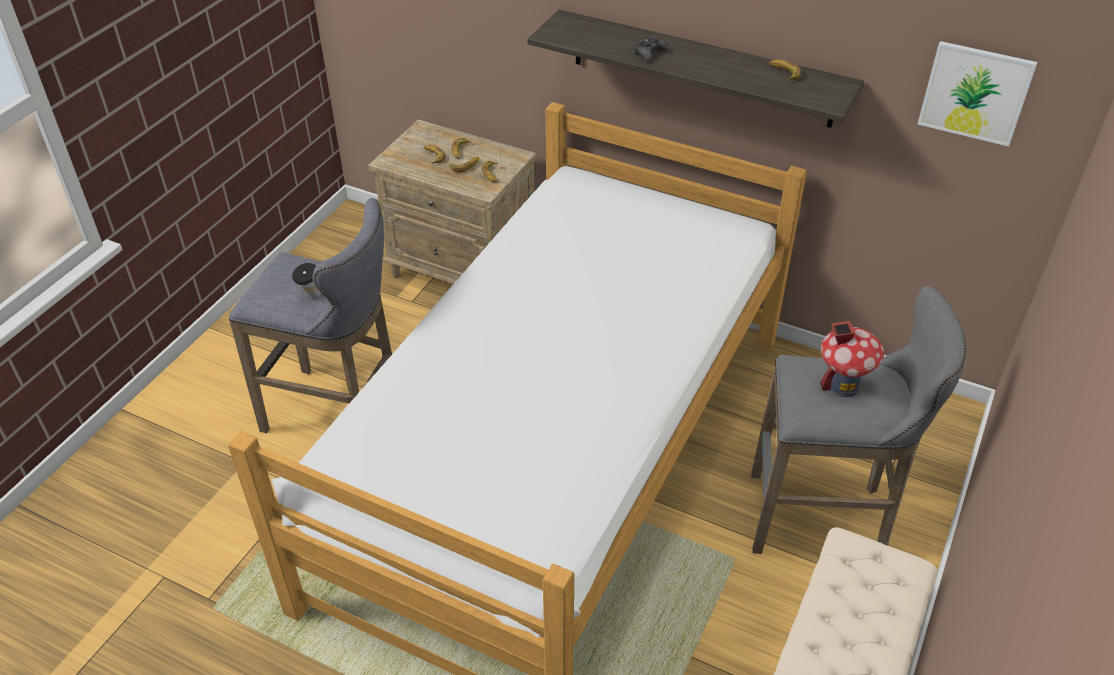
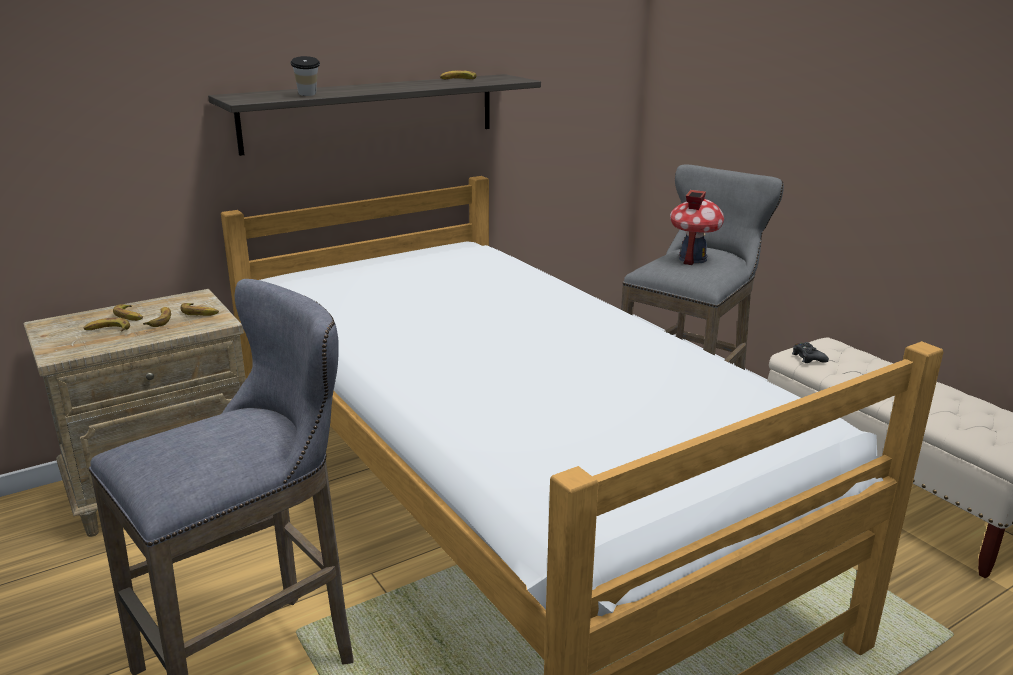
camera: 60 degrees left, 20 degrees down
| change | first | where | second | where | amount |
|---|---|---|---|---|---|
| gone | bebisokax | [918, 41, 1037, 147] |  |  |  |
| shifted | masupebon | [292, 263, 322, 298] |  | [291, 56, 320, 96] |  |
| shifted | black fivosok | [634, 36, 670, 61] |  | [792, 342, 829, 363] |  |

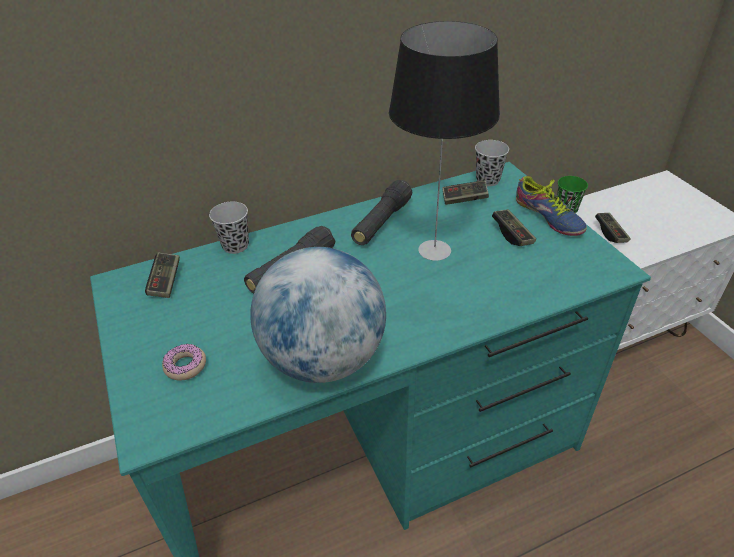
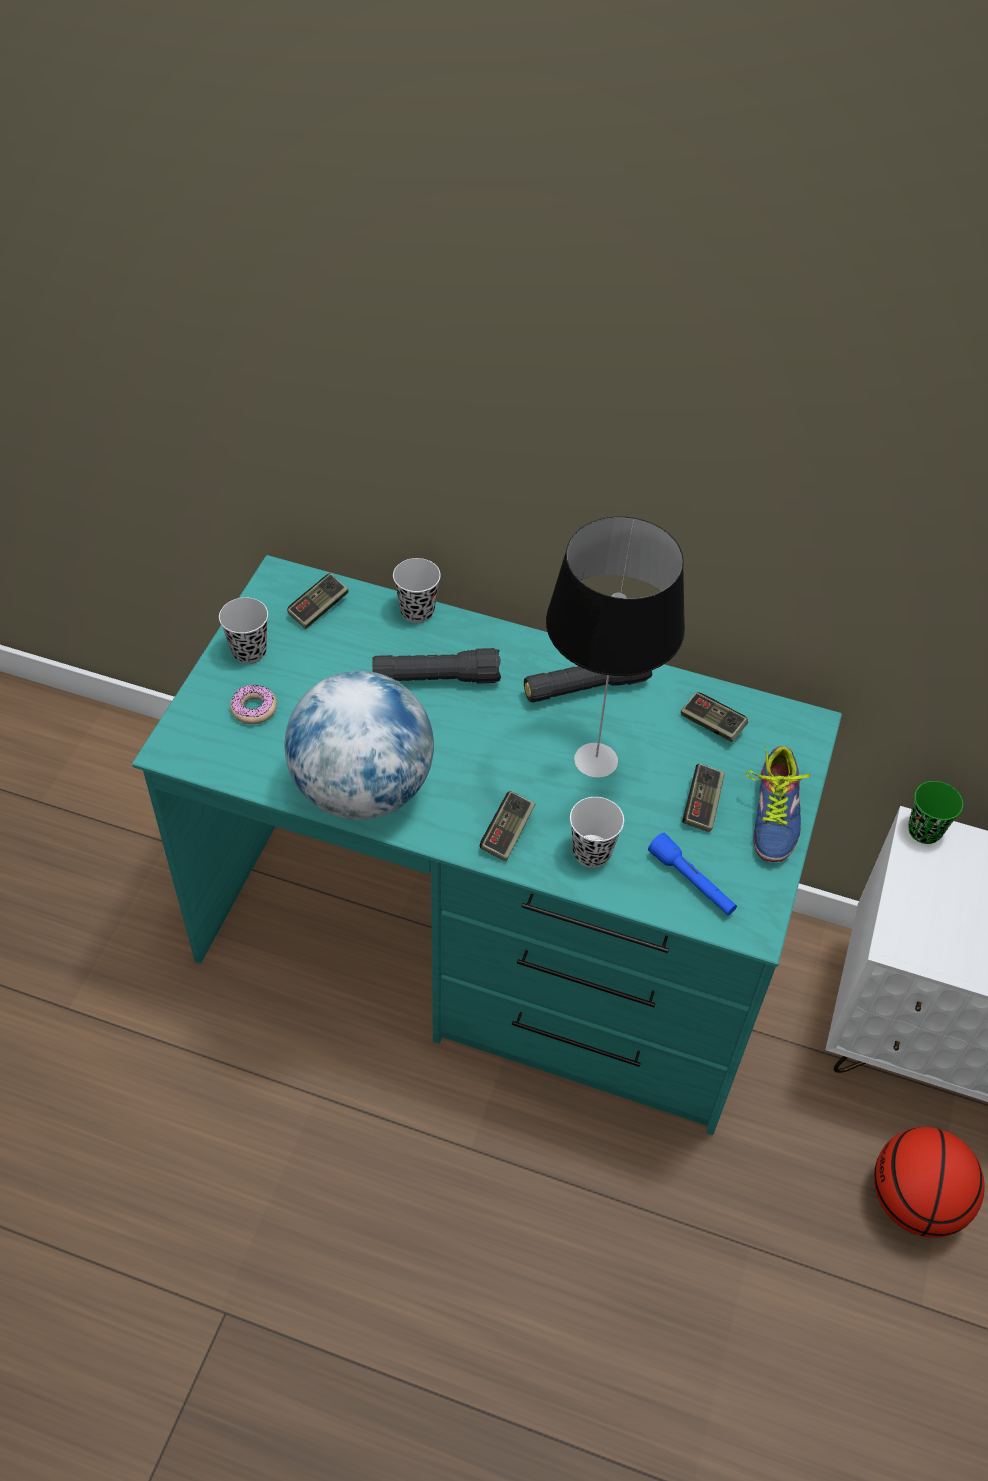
camera: 40 degrees right, 10 degrees up
| change | first | where | second | where | amount |
|---|---|---|---|---|---|
| new |  |  | white masupebon | [570, 797, 624, 868] |  |
| new |  |  | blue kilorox | [648, 833, 737, 915] |  |
| new |  |  | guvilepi | [874, 1127, 985, 1238] |  |
| shifted | black masupebon | [475, 140, 509, 186] |  | [219, 597, 268, 664] |  |
| shifted | fivosok | [595, 213, 630, 243] |  | [480, 791, 536, 861] |  |

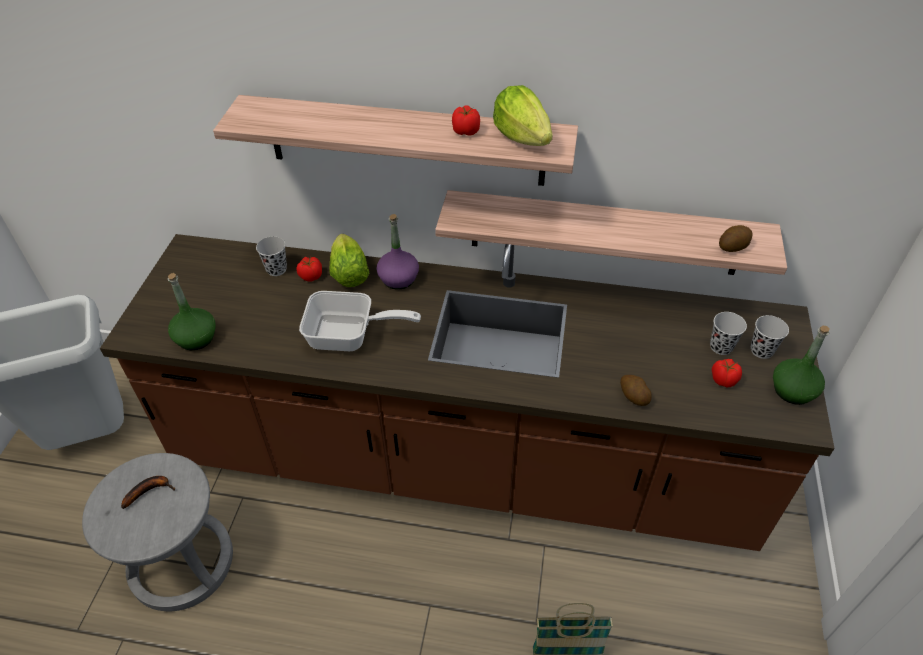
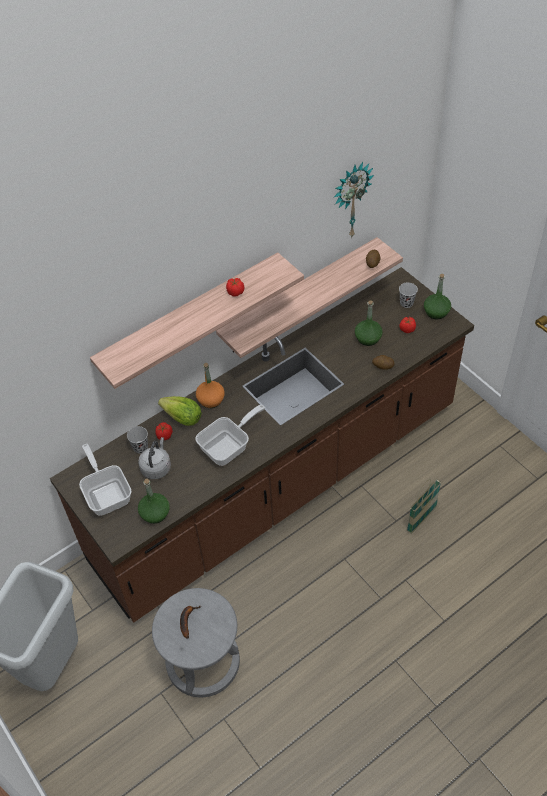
camera: 45 degrees left, 5 degrees up
| change | first | where | second | where | amount |
|---|---|---|---|---|---|
| gone | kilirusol | [493, 85, 553, 146] |  |  |  |
| gone | black masupebon | [710, 312, 747, 355] |  |  |  |
| new |  |  | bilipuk | [79, 444, 132, 516] |  |
| new |  |  | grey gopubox | [138, 437, 171, 479] |  |
| new |  |  | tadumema | [334, 162, 374, 237] |  |
| new |  |  | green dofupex | [355, 300, 383, 346] |  |
| repainted | purple dofupex | [377, 214, 419, 290] | orange dofupex | [196, 363, 225, 408] |  |

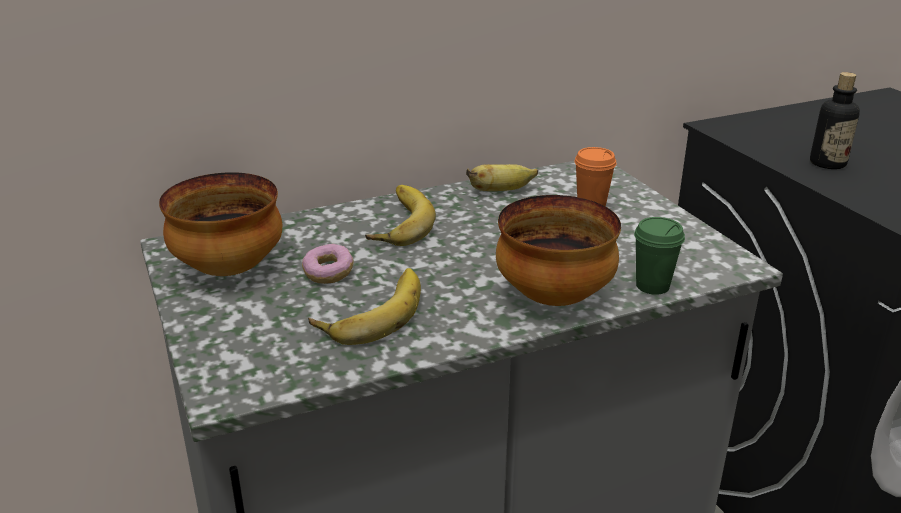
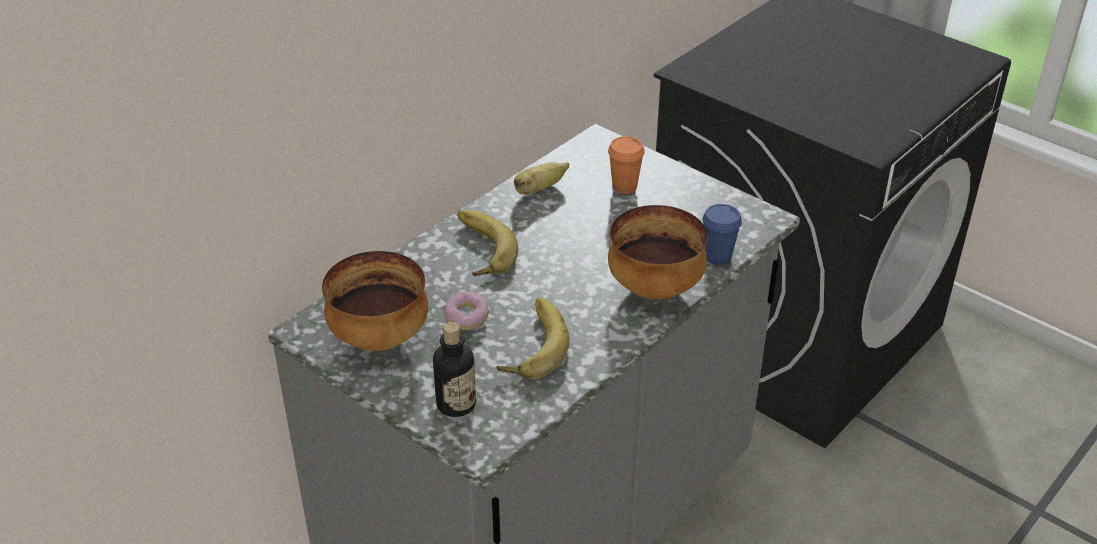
camera: 25 degrees left, 10 degrees up
| change | first | where | second | where | amount |
|---|---|---|---|---|---|
| shifted | dofupex | [810, 72, 860, 169] |  | [433, 322, 476, 417] |  |
| repainted | green masupebon | [634, 217, 685, 295] | blue masupebon | [702, 204, 742, 265] |  |

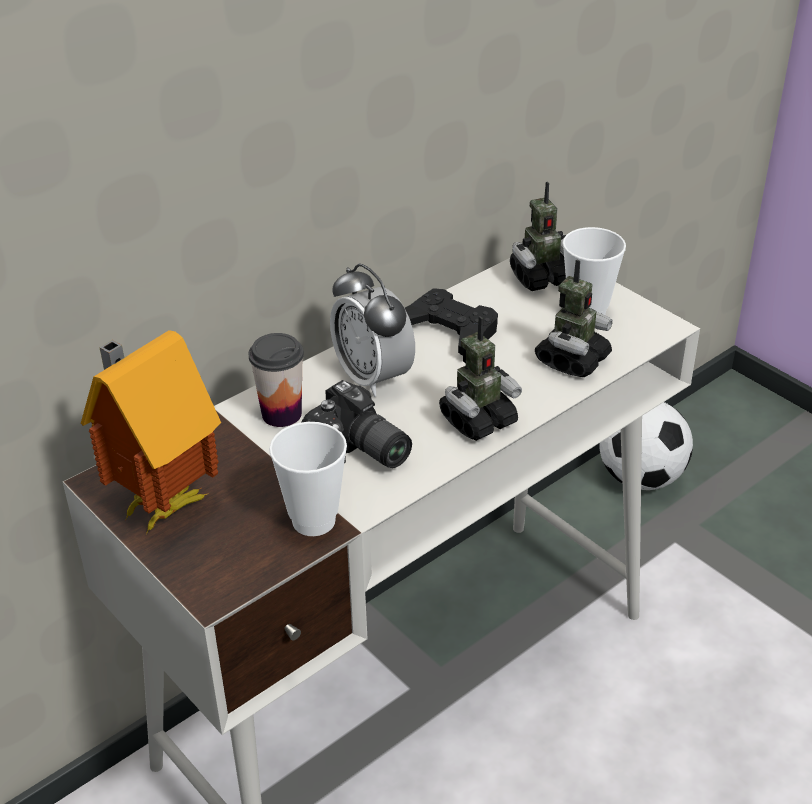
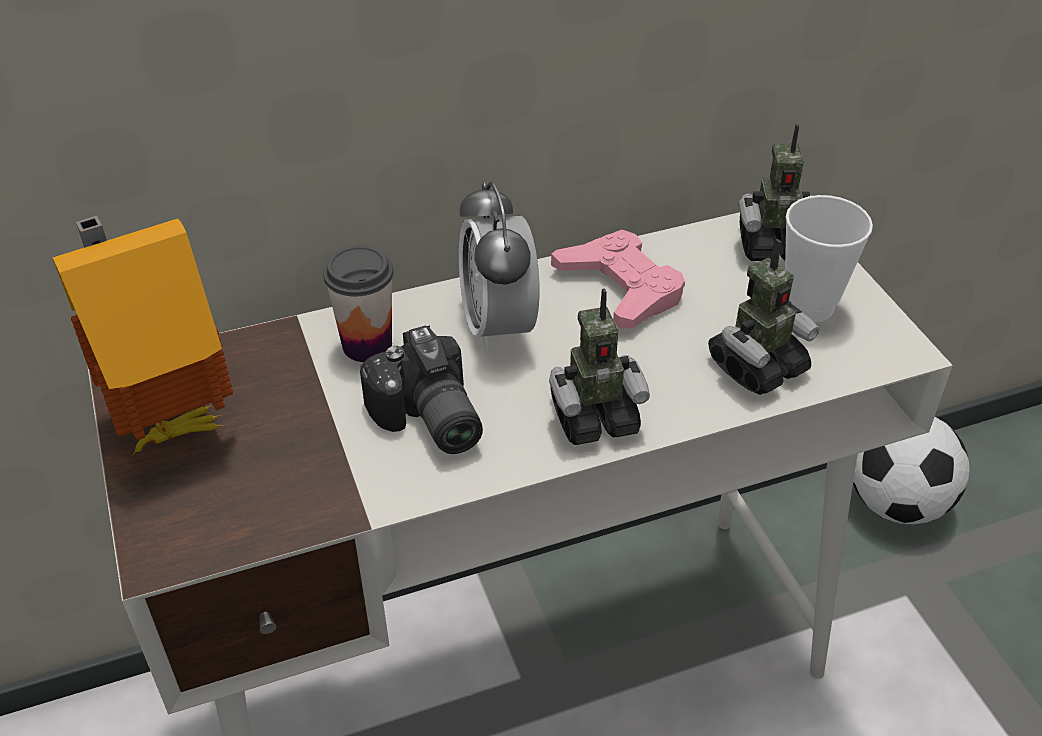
camera: 20 degrees right, 5 degrees up
| change | first | where | second | where | amount |
|---|---|---|---|---|---|
| gone | masupebon | [269, 422, 347, 536] |  |  |  |
| repainted | black fivosok | [405, 288, 498, 356] | pink fivosok | [551, 230, 685, 328] |  |

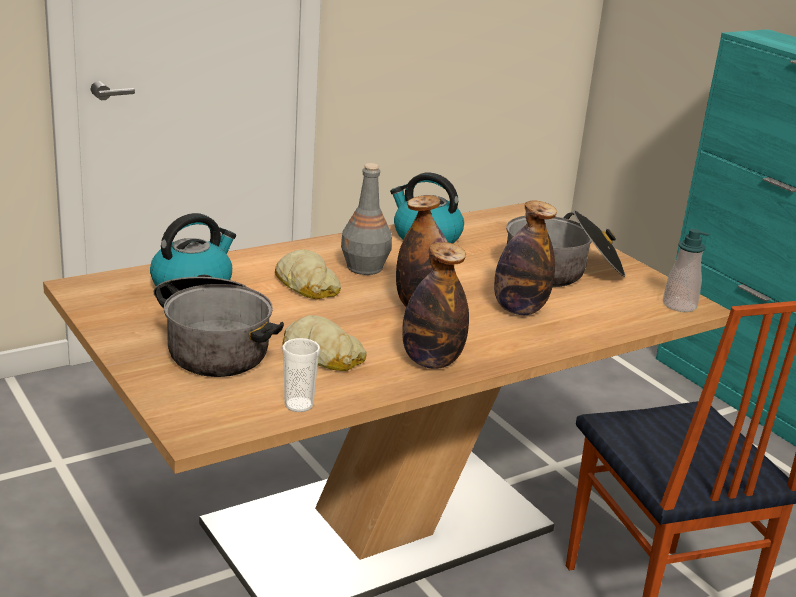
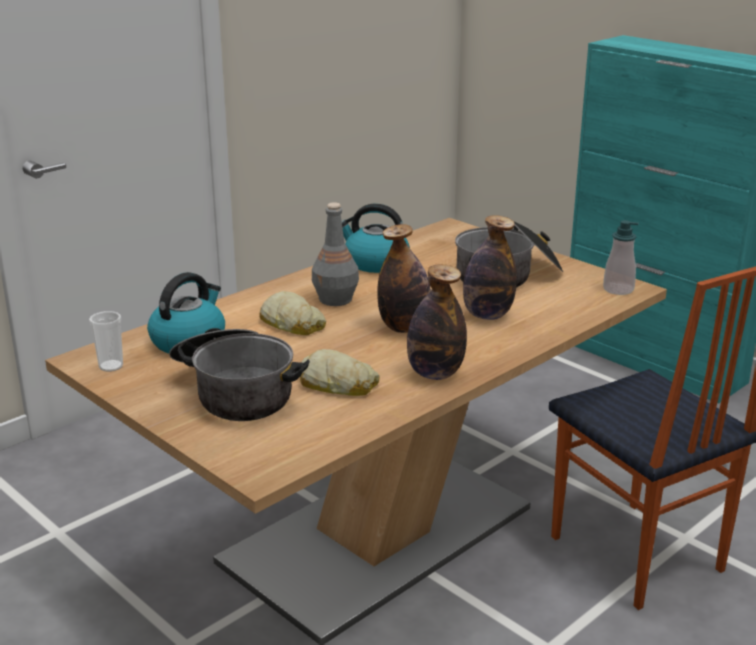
camera: 10 degrees left, 0 degrees up
| change | first | where | second | where | amount |
|---|---|---|---|---|---|
| shifted | masupebon | [282, 338, 321, 412] |  | [89, 311, 123, 372] |  |

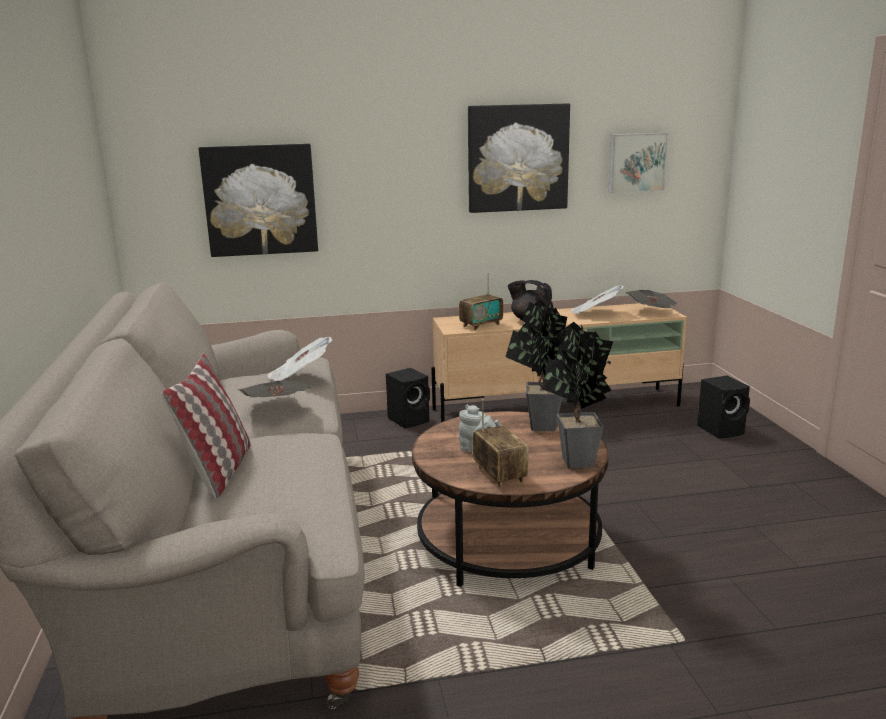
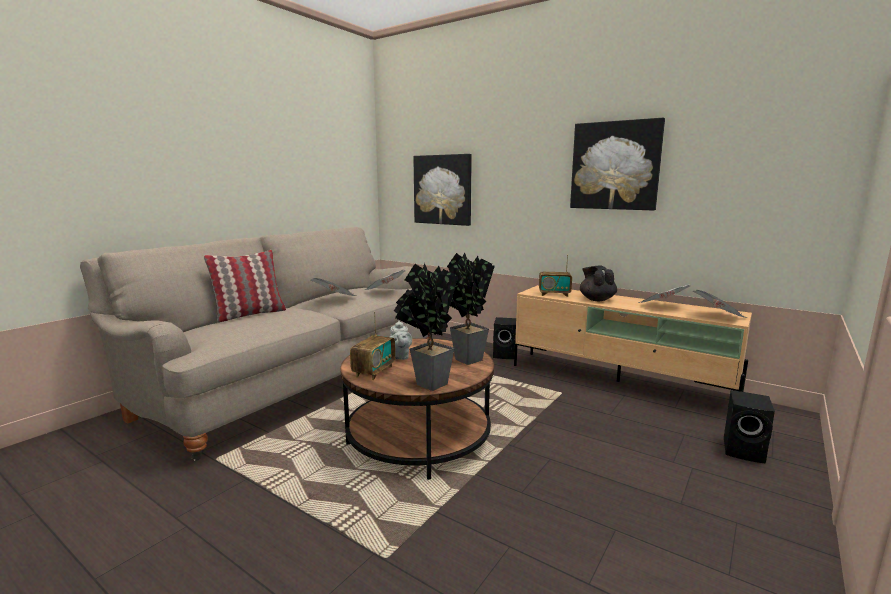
camera: 45 degrees right, 5 degrees down
| change | first | where | second | where | amount |
|---|---|---|---|---|---|
| gone | bebisokax | [608, 133, 668, 193] |  |  |  |

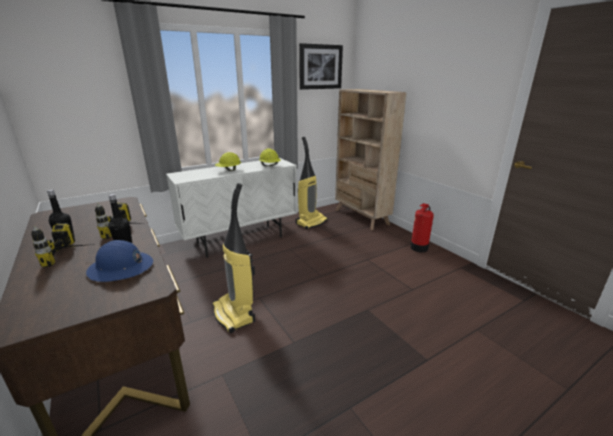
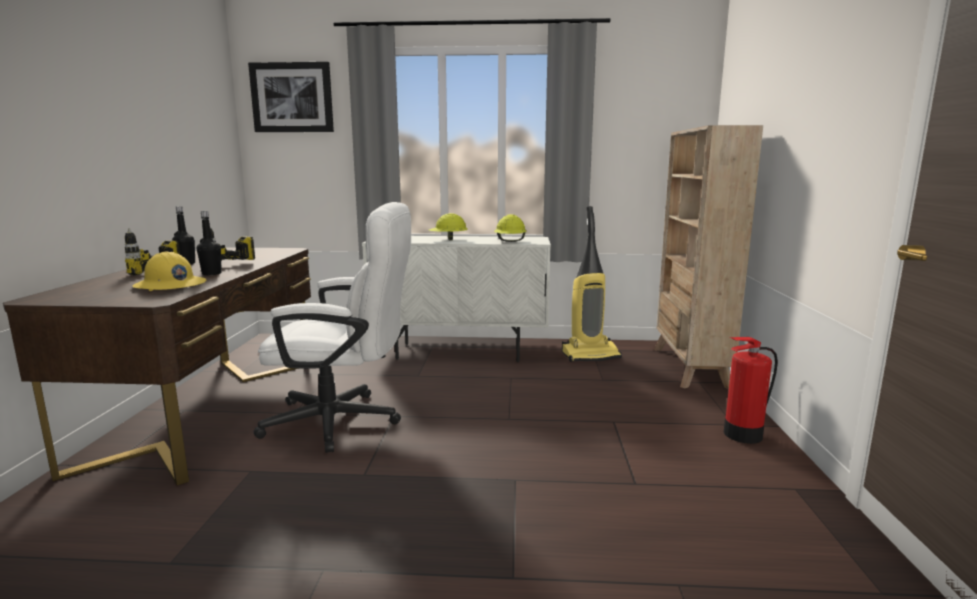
camera: 35 degrees right, 10 degrees down
| change | first | where | second | where | amount |
|---|---|---|---|---|---|
| shifted | bebisokax | [299, 43, 343, 90] |  | [248, 62, 334, 132] |  |
| swapped | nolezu | [212, 183, 255, 333] | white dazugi | [253, 202, 411, 453] |  |
| repainted | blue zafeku | [86, 240, 153, 282] | yellow zafeku | [133, 251, 206, 291] |  |

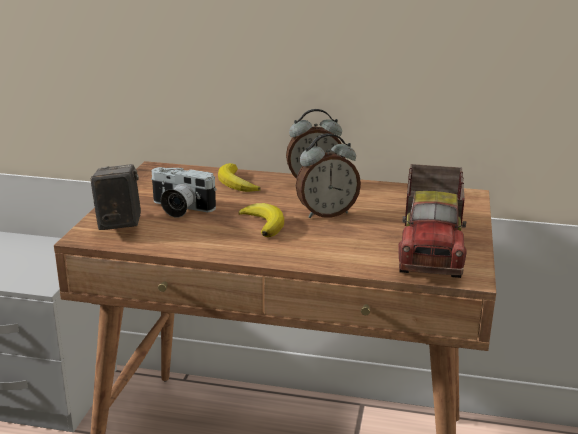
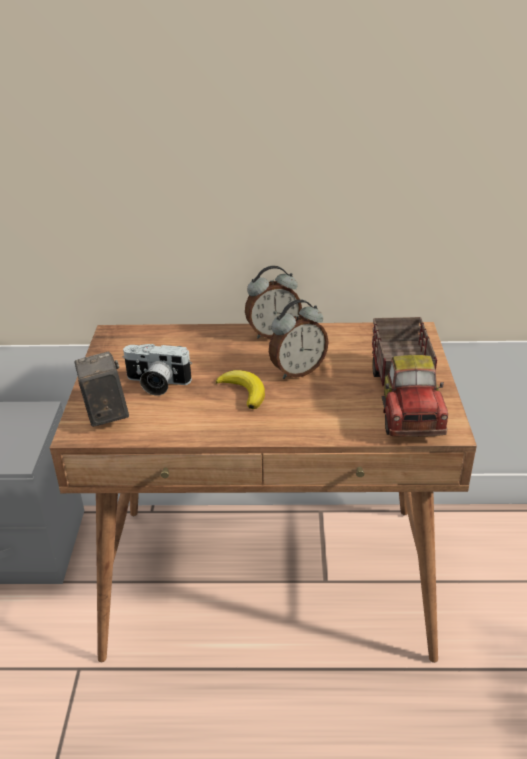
camera: 10 degrees left, 10 degrees up
| change | first | where | second | where | amount |
|---|---|---|---|---|---|
| gone | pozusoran | [218, 163, 261, 192] |  |  |  |

